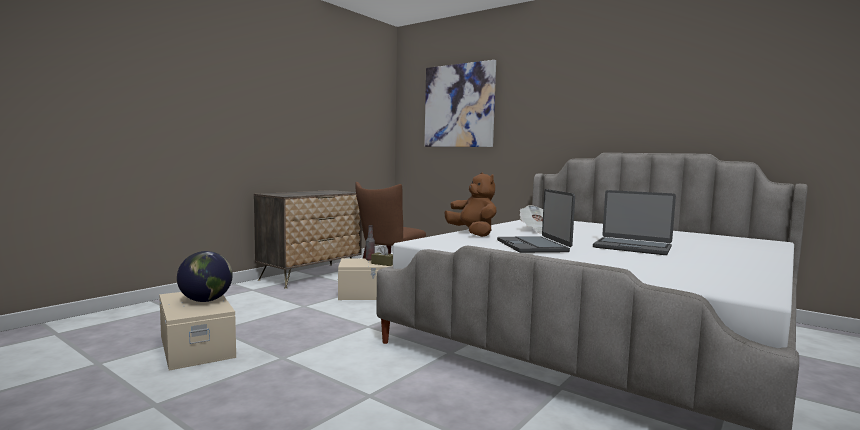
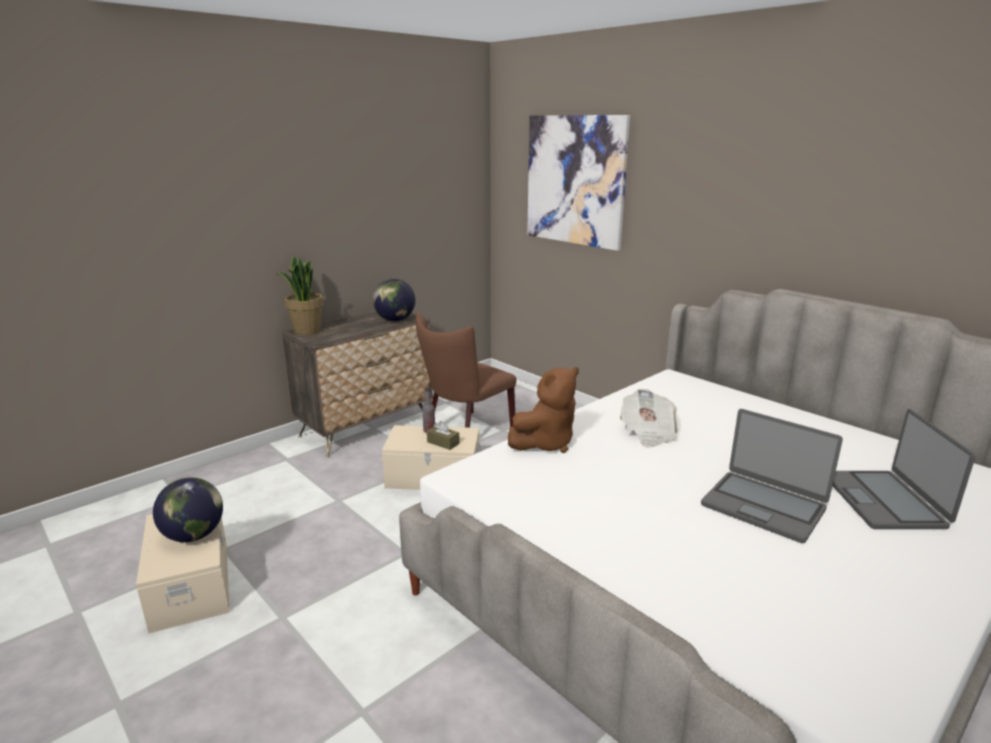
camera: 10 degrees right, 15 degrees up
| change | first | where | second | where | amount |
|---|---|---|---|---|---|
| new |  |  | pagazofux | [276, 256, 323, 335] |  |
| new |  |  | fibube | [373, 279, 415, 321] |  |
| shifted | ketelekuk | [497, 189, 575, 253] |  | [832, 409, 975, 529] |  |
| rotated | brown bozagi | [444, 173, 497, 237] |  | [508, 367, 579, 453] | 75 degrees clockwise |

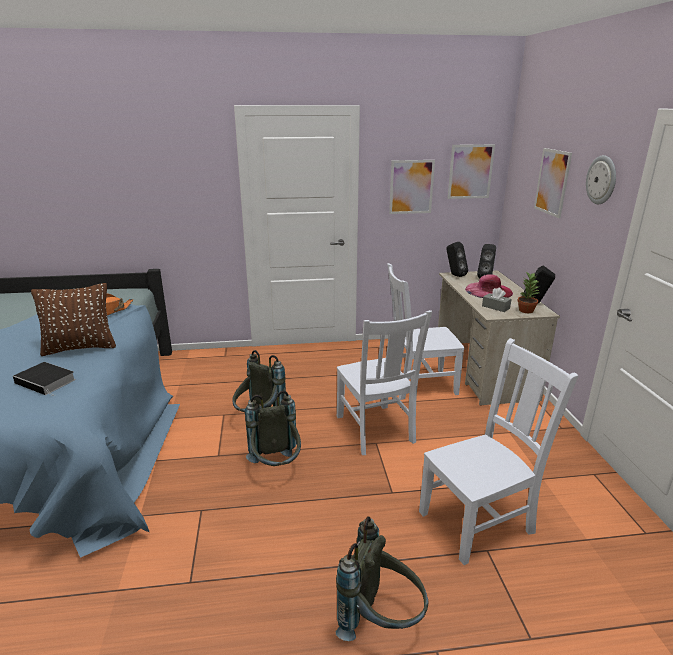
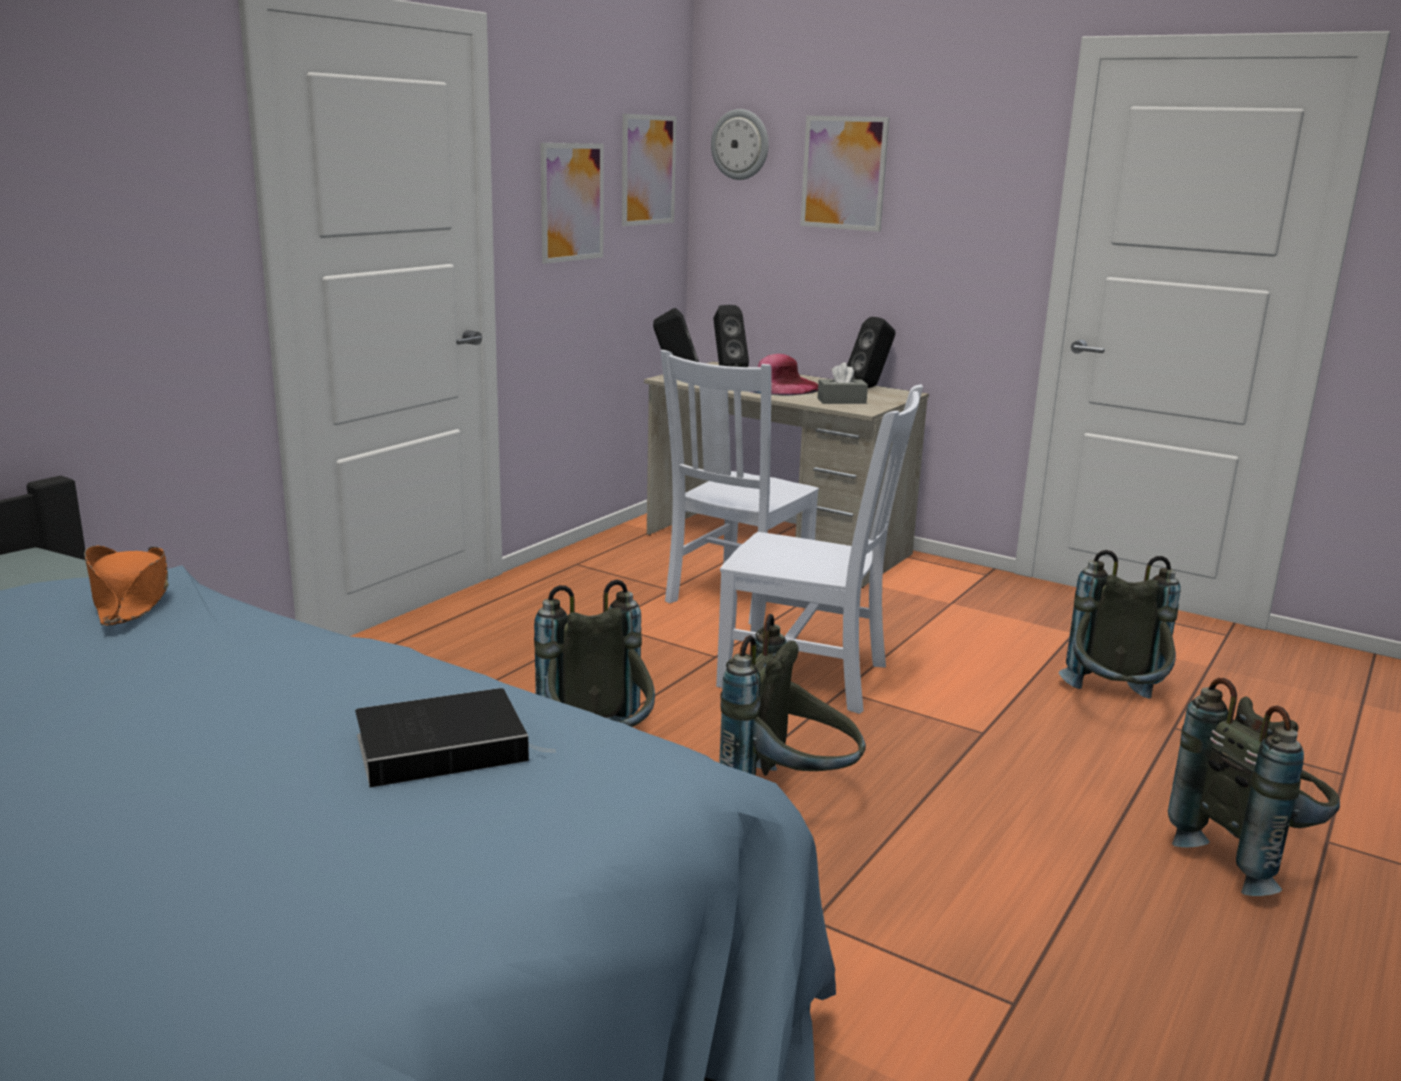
camera: 50 degrees left, 5 degrees down
| change | first | where | second | where | amount |
|---|---|---|---|---|---|
| gone | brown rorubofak | [31, 283, 116, 356] |  |  |  |
| gone | pagazofux | [518, 272, 540, 313] |  |  |  |
| shifted | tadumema | [586, 155, 616, 204] |  | [711, 109, 769, 180] |  |
| swapped | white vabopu | [419, 338, 579, 565] | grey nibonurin | [1059, 550, 1181, 699] |  |

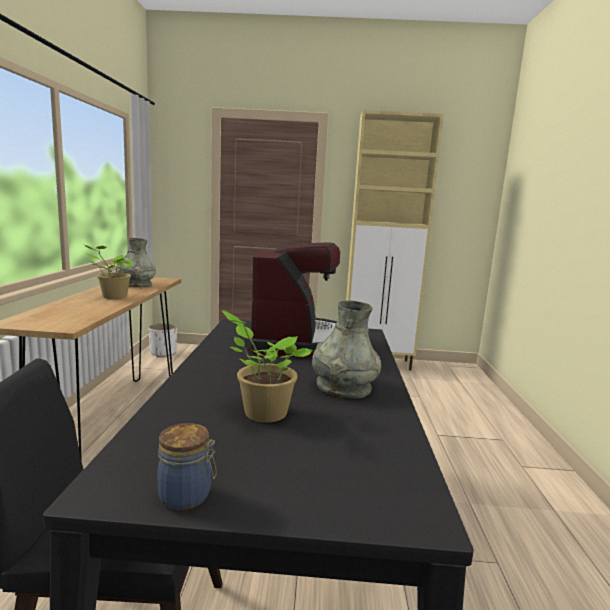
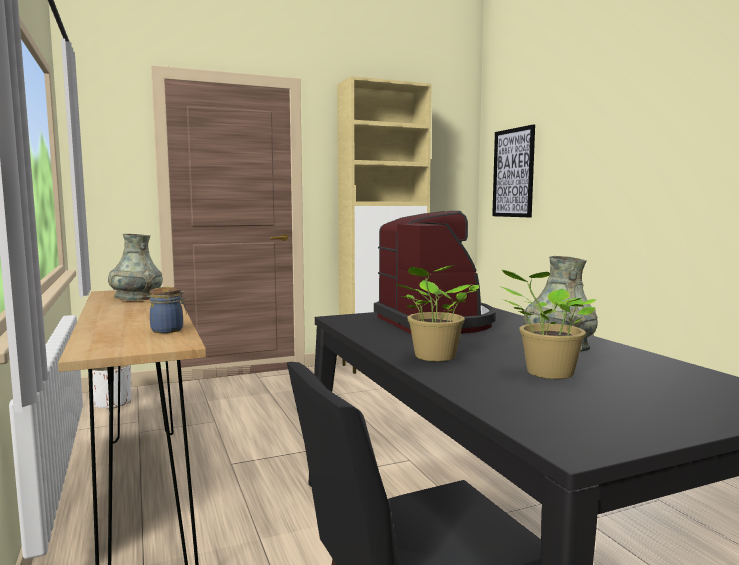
camera: 25 degrees left, 5 degrees down
| change | first | where | second | where | amount |
|---|---|---|---|---|---|
| new |  |  | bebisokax | [492, 124, 535, 217] |  |
| shifted | pagazofux | [82, 244, 134, 299] |  | [396, 265, 479, 362] |  |
| shifted | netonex | [158, 423, 217, 510] |  | [150, 287, 187, 333] |  |

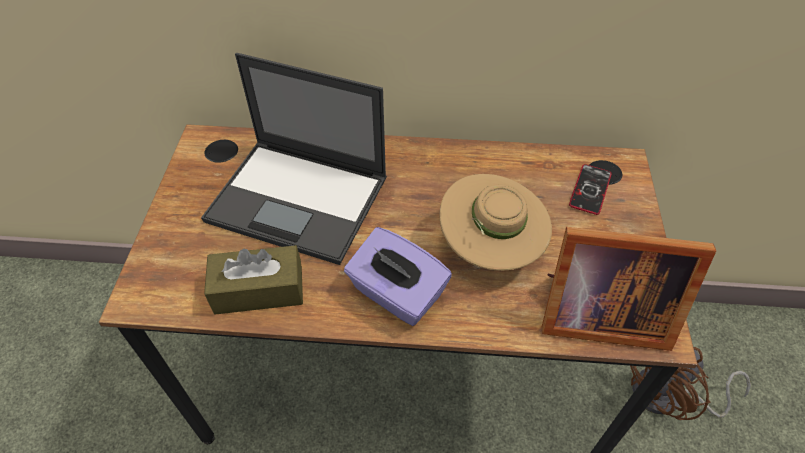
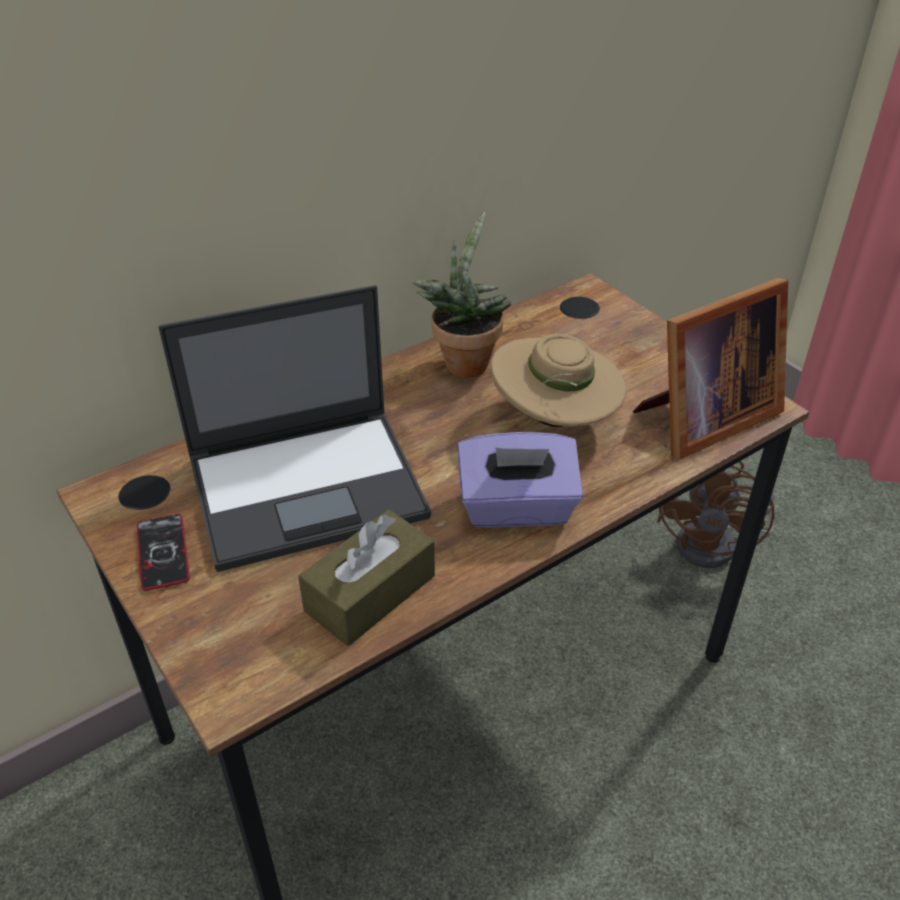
camera: 40 degrees left, 10 degrees down
| change | first | where | second | where | amount |
|---|---|---|---|---|---|
| new |  |  | pagazofux | [412, 212, 511, 378] |  |
| shifted | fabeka | [569, 164, 612, 215] |  | [137, 514, 190, 591] |  |

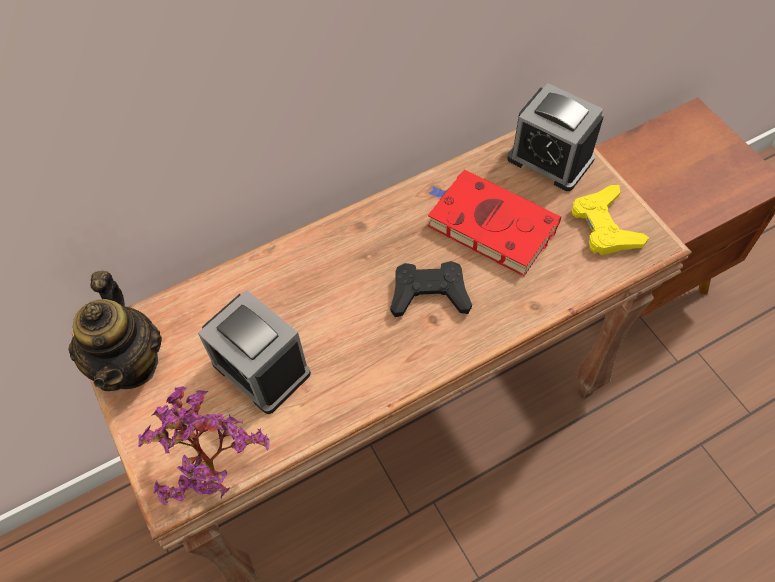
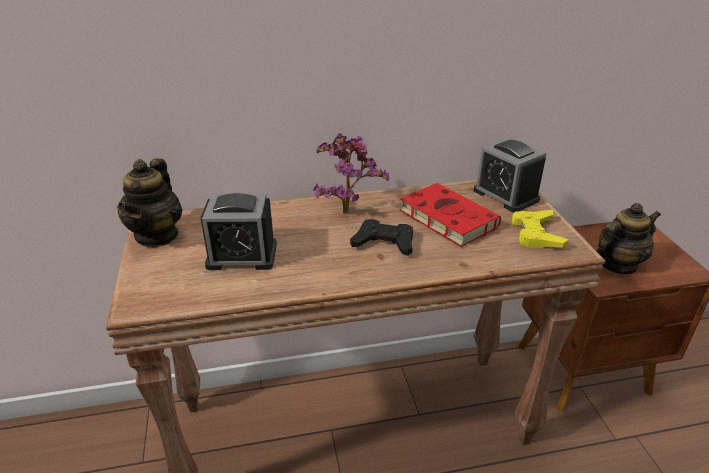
camera: 15 degrees right, 25 degrees down
| change | first | where | second | where | amount |
|---|---|---|---|---|---|
| new |  |  | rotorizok | [597, 203, 661, 274] |  |
| shifted | pagazofux | [138, 386, 269, 505] |  | [313, 133, 389, 214] |  |
| rotated | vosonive | [198, 290, 311, 414] |  | [200, 193, 277, 270] | 60 degrees counterclockwise |

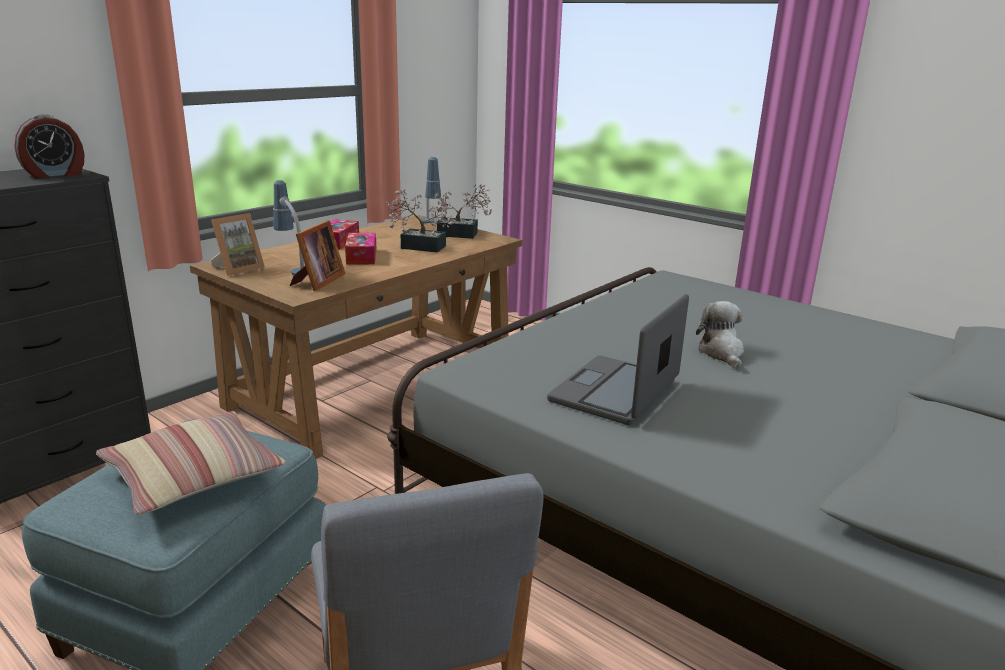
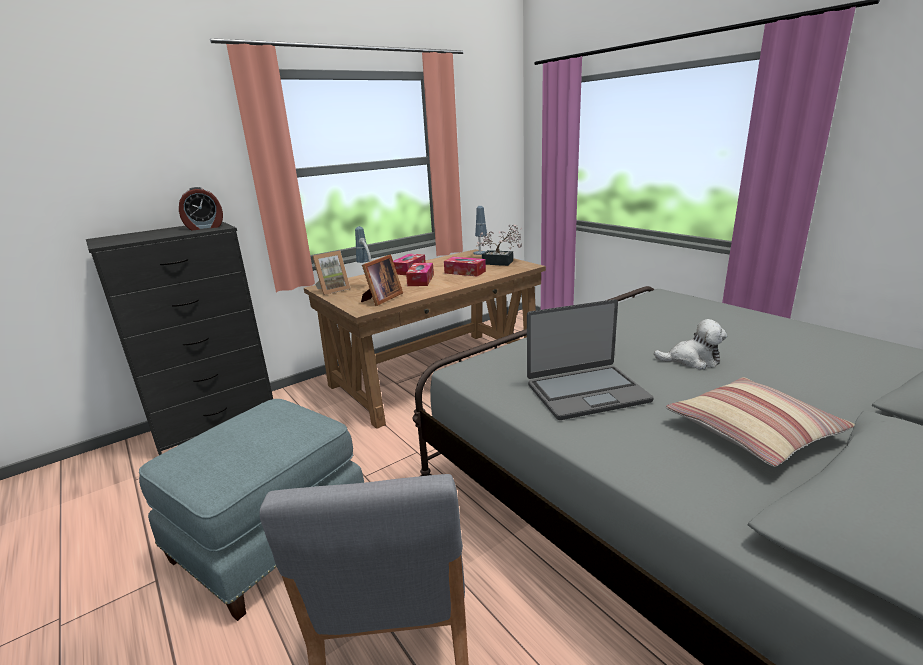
camera: 15 degrees right, 0 degrees up
| change | first | where | second | where | amount |
|---|---|---|---|---|---|
| shifted | rorubofak | [96, 411, 286, 515] |  | [666, 377, 855, 467] |  |
| swapped | pagazofux | [386, 189, 454, 253] | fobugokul | [444, 257, 486, 277] |  |
| rotated | ketelekuk | [547, 294, 689, 425] |  | [527, 299, 654, 420] | 150 degrees counterclockwise |
| rotated | bozagi | [696, 301, 744, 369] |  | [654, 319, 727, 370] | 90 degrees clockwise |

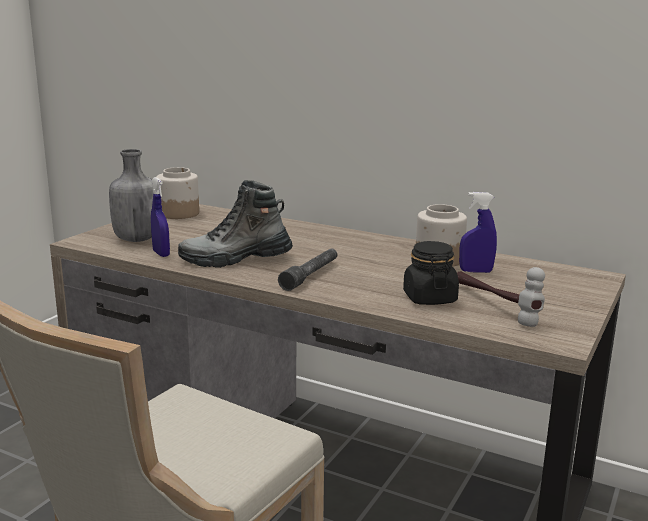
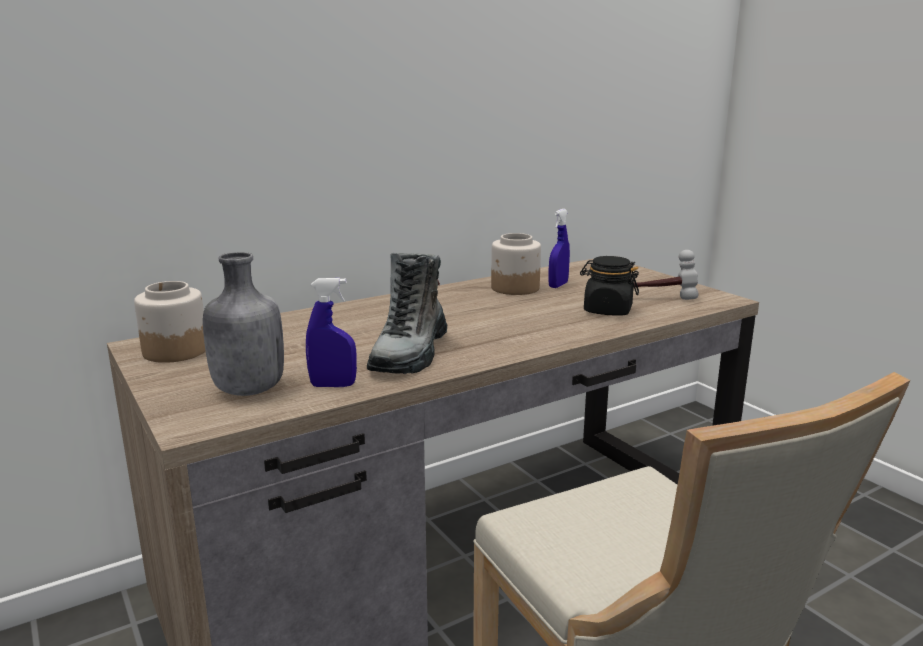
camera: 60 degrees left, 0 degrees up
| change | first | where | second | where | amount |
|---|---|---|---|---|---|
| gone | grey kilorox | [278, 248, 337, 291] |  |  |  |

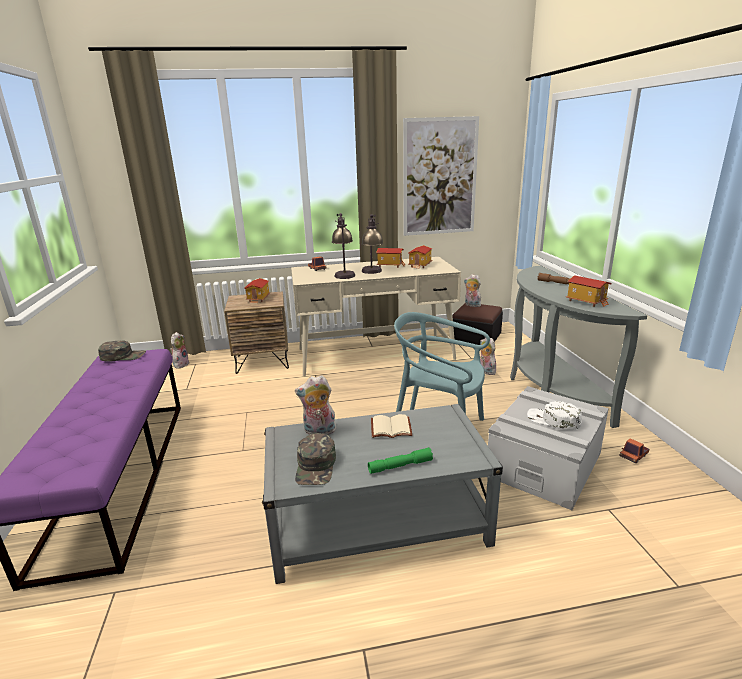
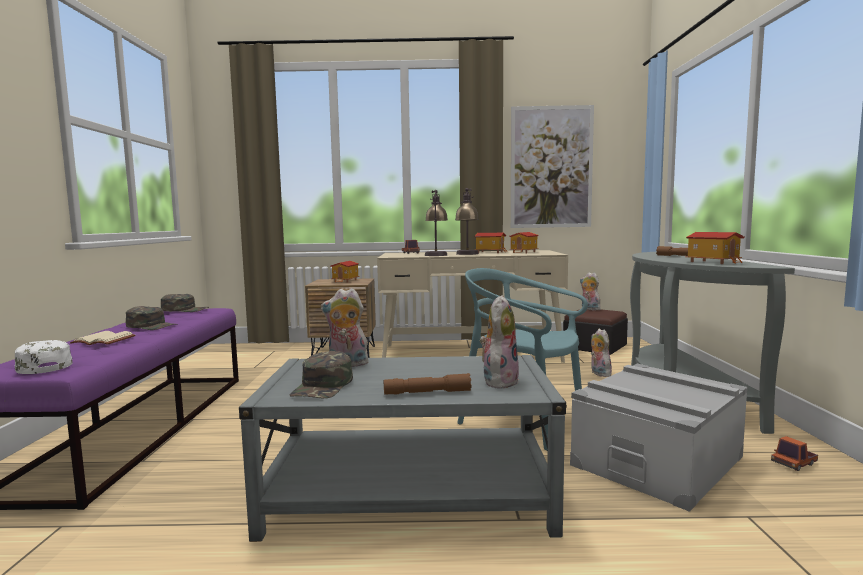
camera: 10 degrees right, 15 degrees down
| change | first | where | second | where | amount |
|---|---|---|---|---|---|
| new |  |  | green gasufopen | [126, 306, 178, 330] |  |
| shifted | bozagi | [171, 332, 189, 369] |  | [480, 295, 519, 389] |  |
| shifted | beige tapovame | [371, 414, 412, 438] |  | [70, 331, 136, 345] |  |
| shifted | white gasufopen | [527, 401, 582, 430] |  | [15, 340, 72, 374] |  |
| repainted | green kilorox | [368, 447, 433, 474] | brown kilorox | [384, 373, 472, 395] |  |

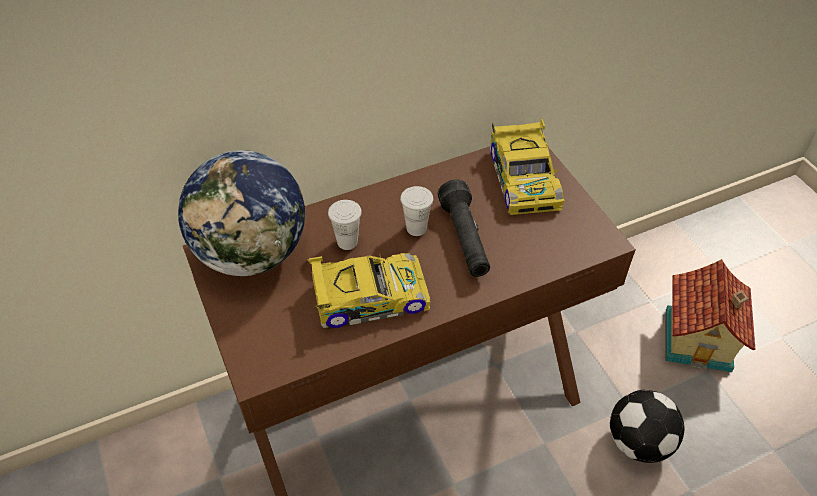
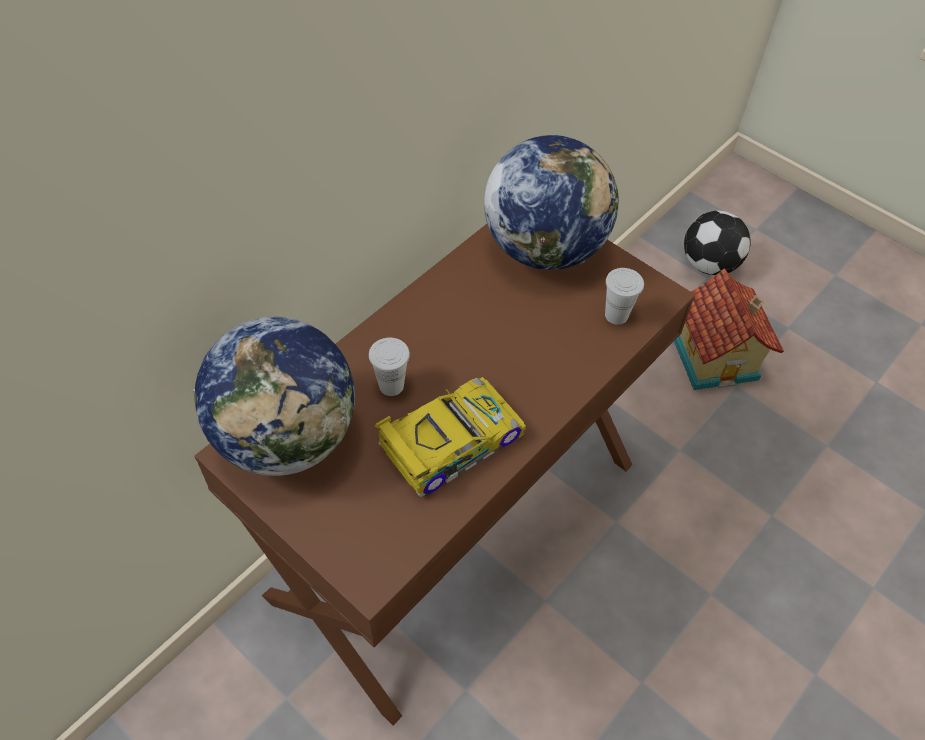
camera: 25 degrees left, 5 degrees up
| change | first | where | second | where | amount |
|---|---|---|---|---|---|
| gone | black kilorox | [438, 180, 490, 277] |  |  |  |
| shifted | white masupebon | [400, 186, 433, 236] |  | [605, 268, 644, 325] |  |
| shifted | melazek | [610, 390, 684, 463] |  | [684, 211, 751, 275] |  |
| swapped | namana | [490, 118, 565, 215] | fibube | [484, 135, 619, 270] |  |

